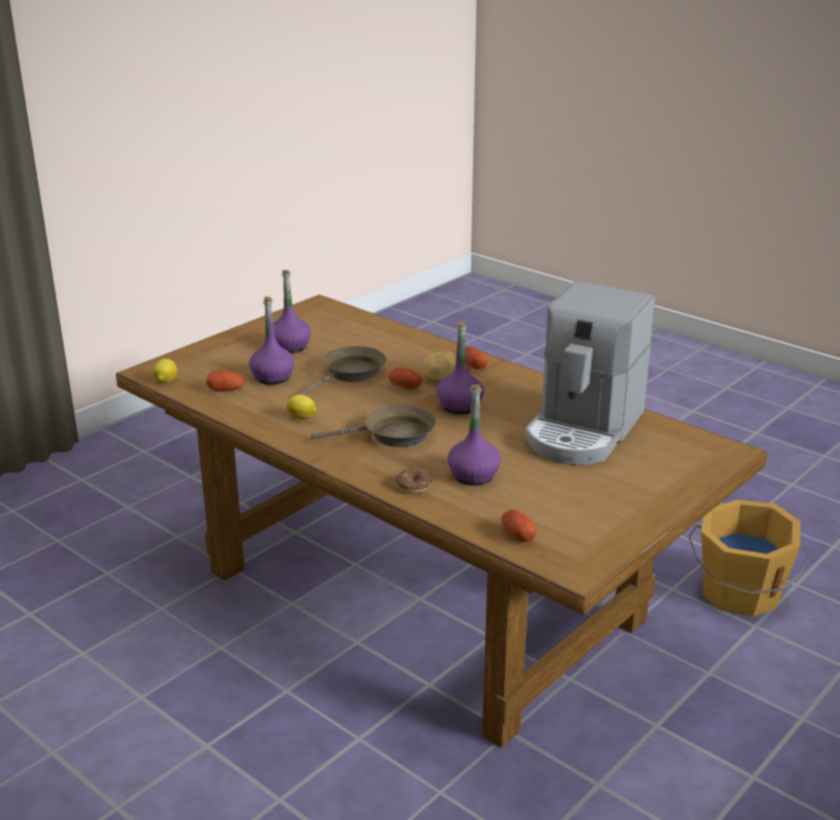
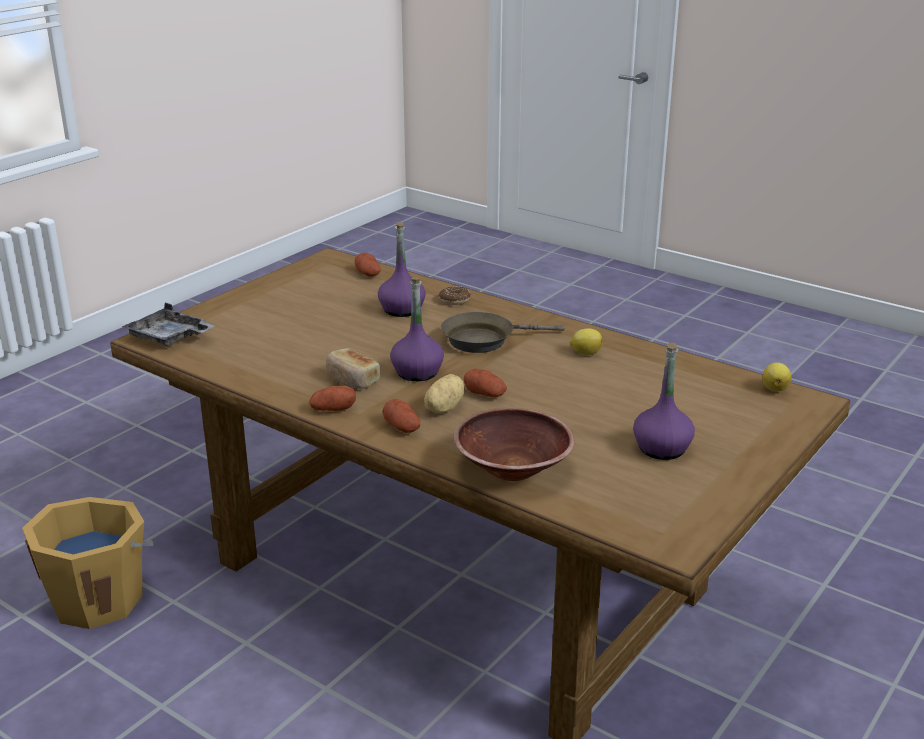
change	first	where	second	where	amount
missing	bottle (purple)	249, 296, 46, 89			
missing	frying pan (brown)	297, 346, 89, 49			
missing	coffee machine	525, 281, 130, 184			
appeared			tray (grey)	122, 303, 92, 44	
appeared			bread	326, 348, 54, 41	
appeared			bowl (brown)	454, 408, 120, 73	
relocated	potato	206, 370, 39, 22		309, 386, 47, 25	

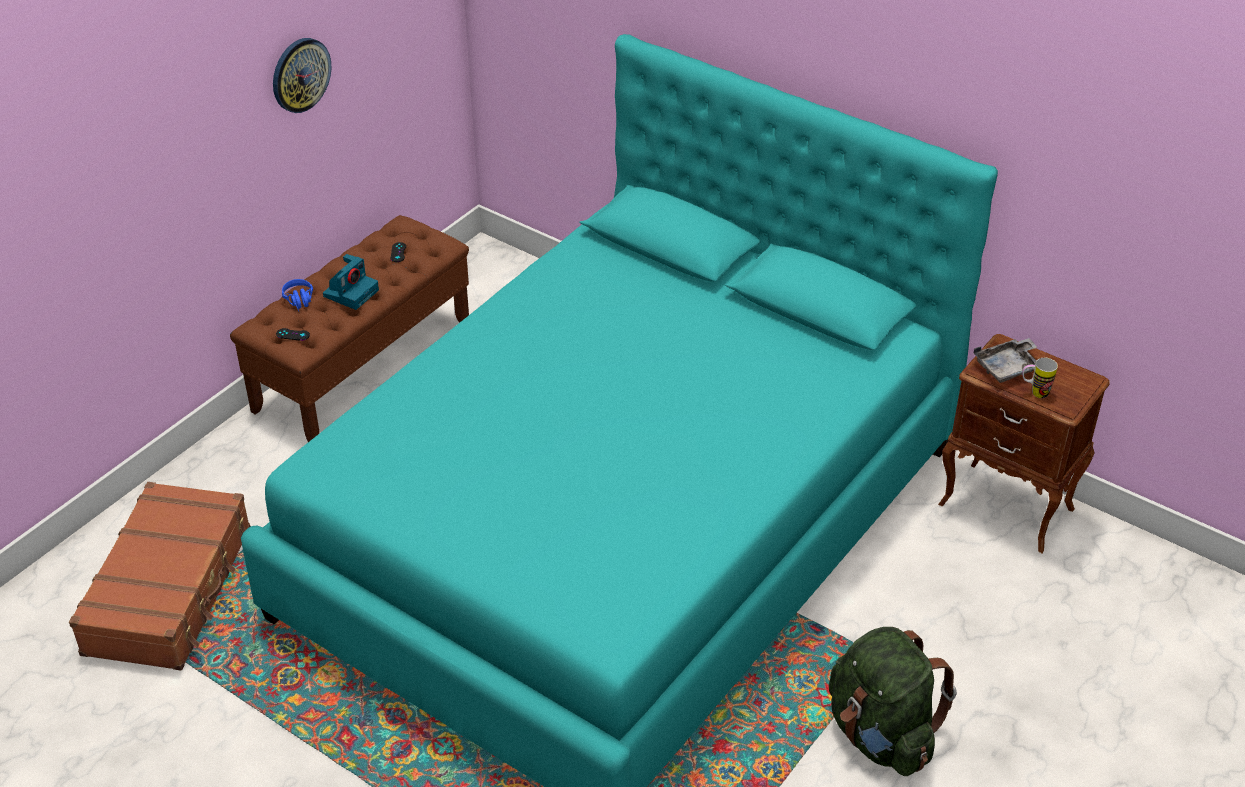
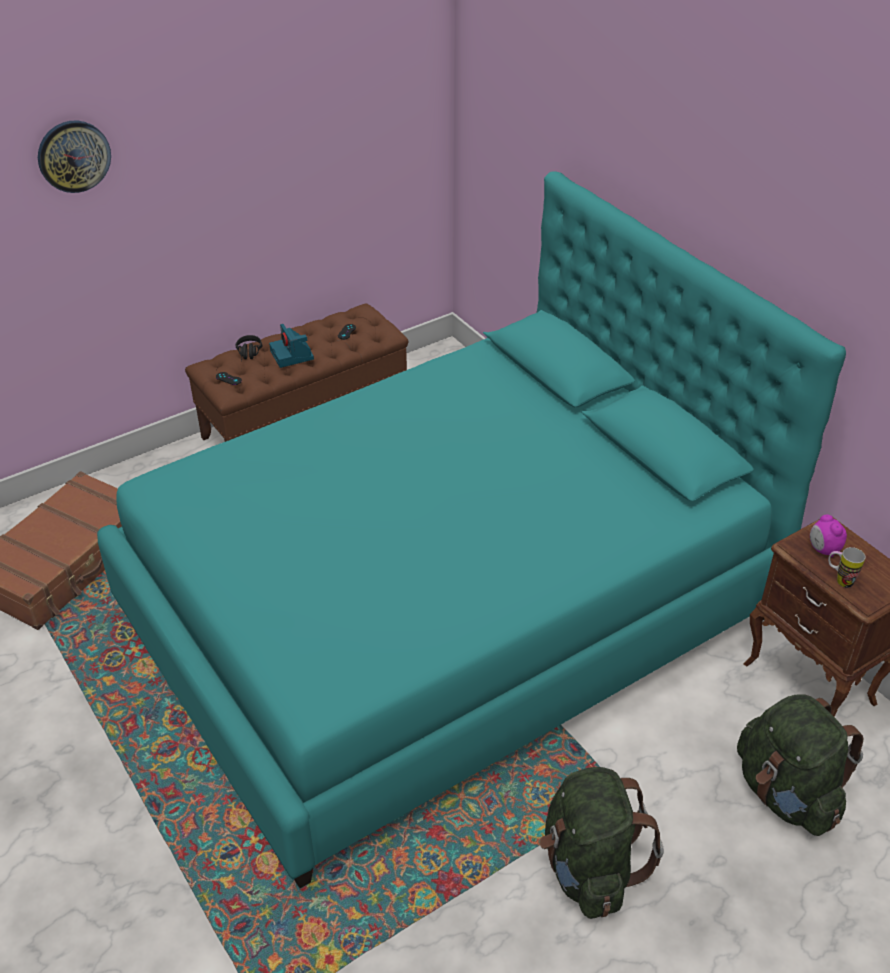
change	first	where	second	where	amount
appeared			backpack (green)	737, 694, 126, 142	
relocated	wall clock	273, 38, 58, 75		38, 121, 73, 72	
exchanged	tray (grey)	974, 338, 63, 45	alarm clock	810, 514, 37, 43	
colour	headphones (blue)	282, 279, 31, 32	headphones (black)	235, 335, 27, 26	
spun	photo camera	323, 254, 56, 56		269, 324, 45, 44	105 degrees clockwise

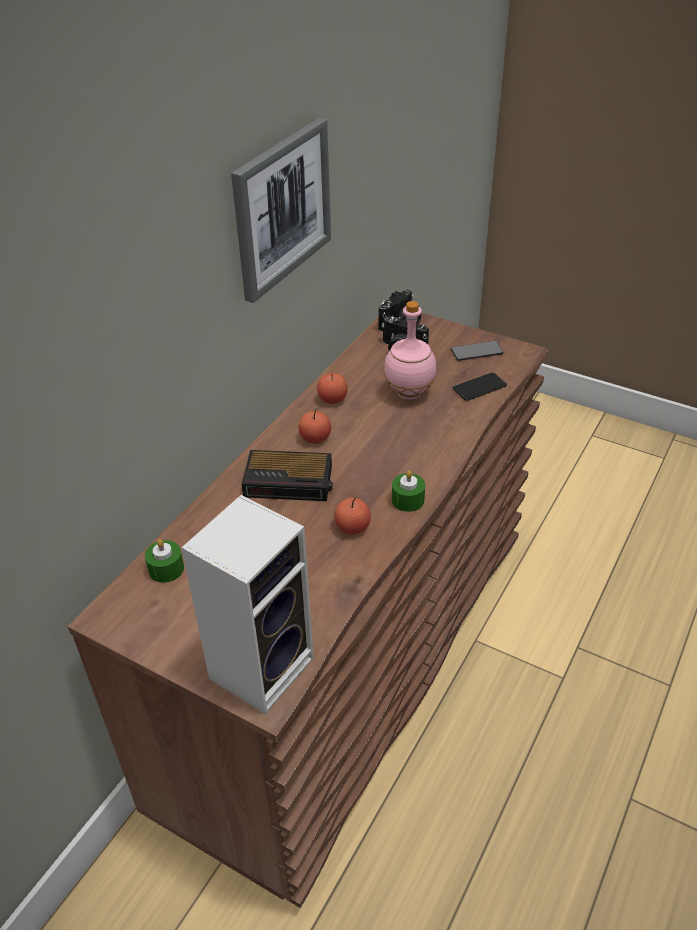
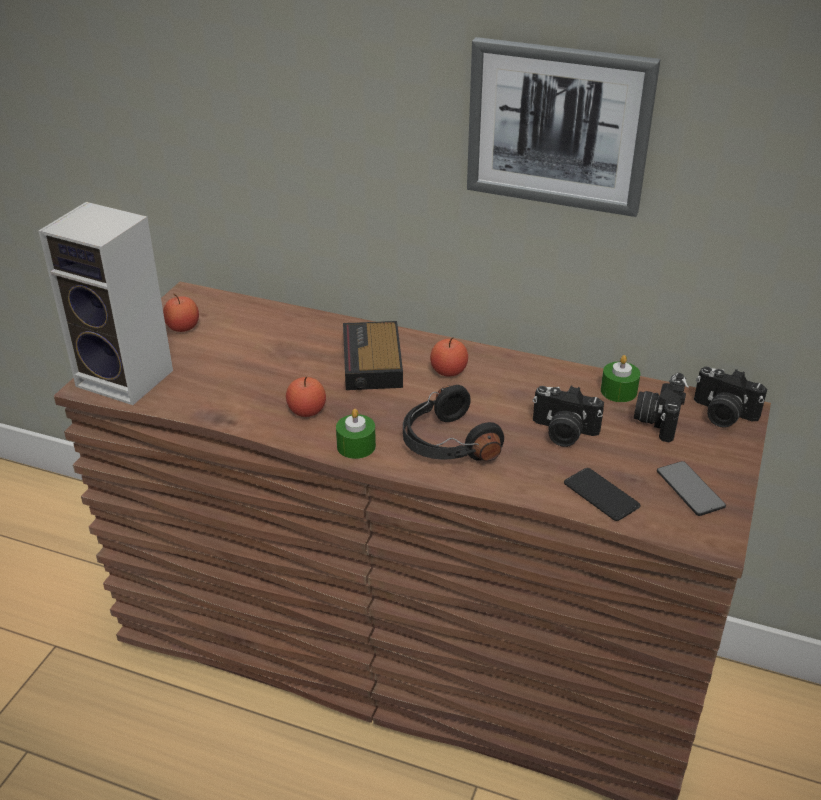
change	first	where	second	where	amount
appeared			headphones (black)	403, 385, 101, 76	
relocated	candle (green)	145, 539, 39, 44		601, 355, 39, 47	
relocated	apple	317, 373, 31, 31		163, 294, 36, 38	
exchanged	bottle (pink)	384, 301, 52, 98	photo camera	533, 386, 71, 61	

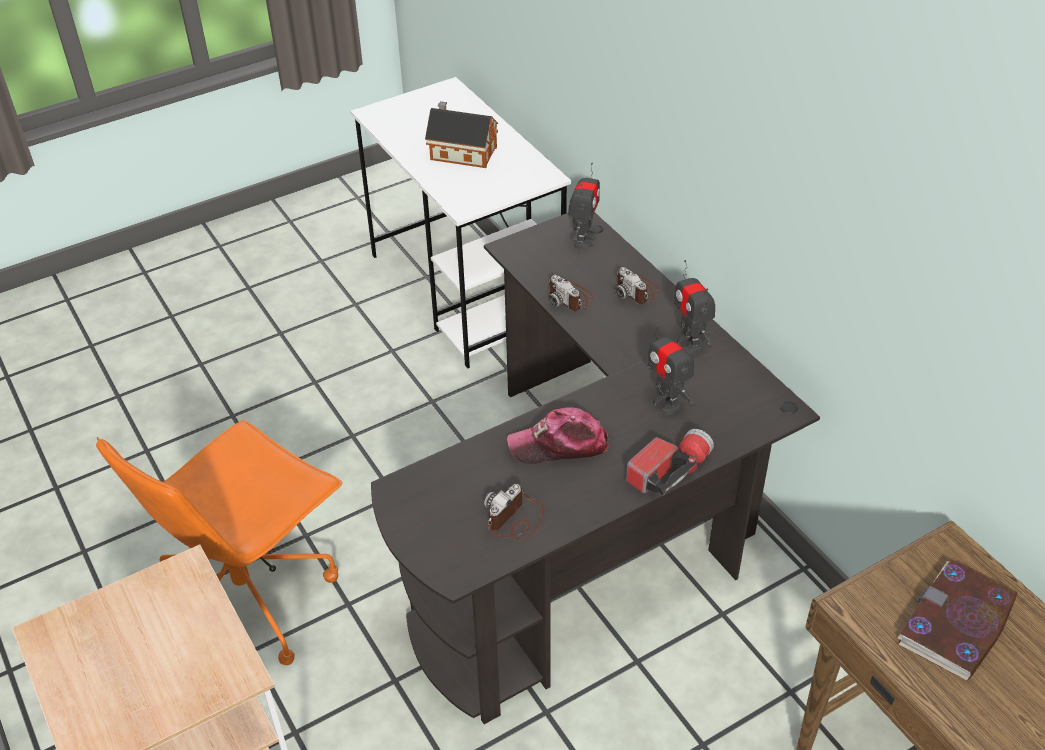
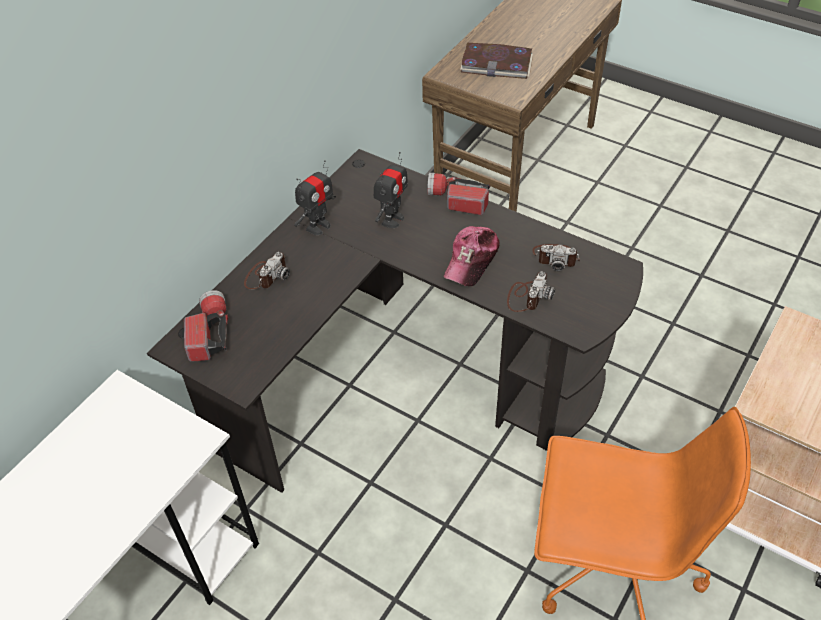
change	first	where	second	where	amount
missing	toy house	425, 101, 73, 67			
relocated	photo camera	549, 275, 44, 36		507, 271, 48, 41	
exchanged	toy robot	568, 163, 32, 86	flashlight	184, 290, 44, 72	
spun	cap	507, 407, 102, 57		444, 226, 55, 60	60 degrees clockwise

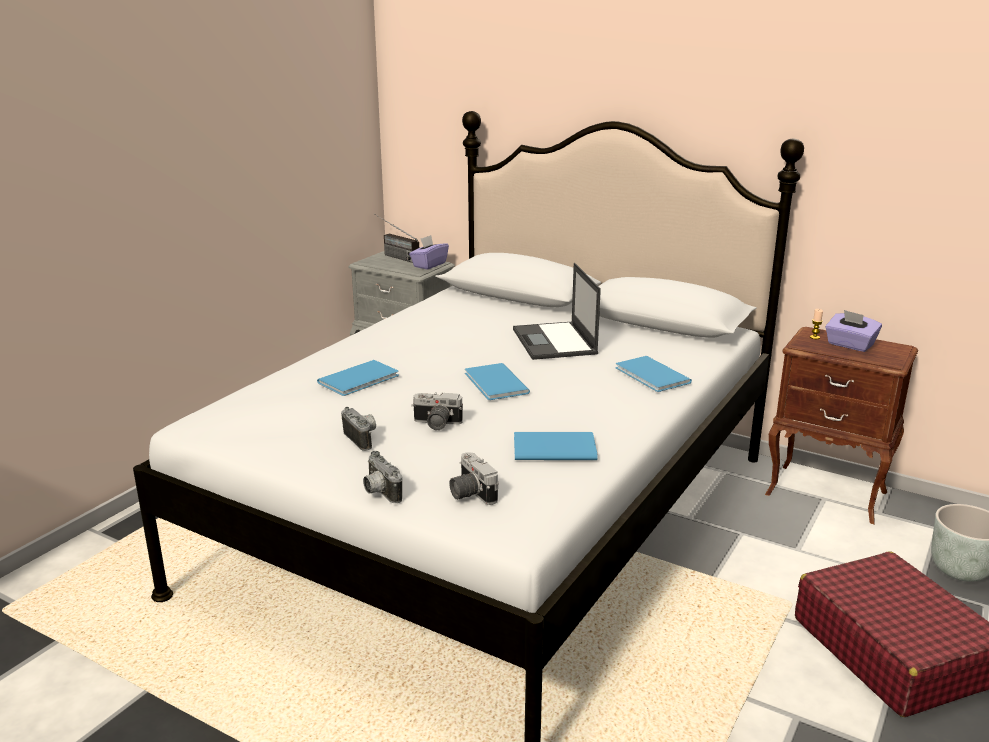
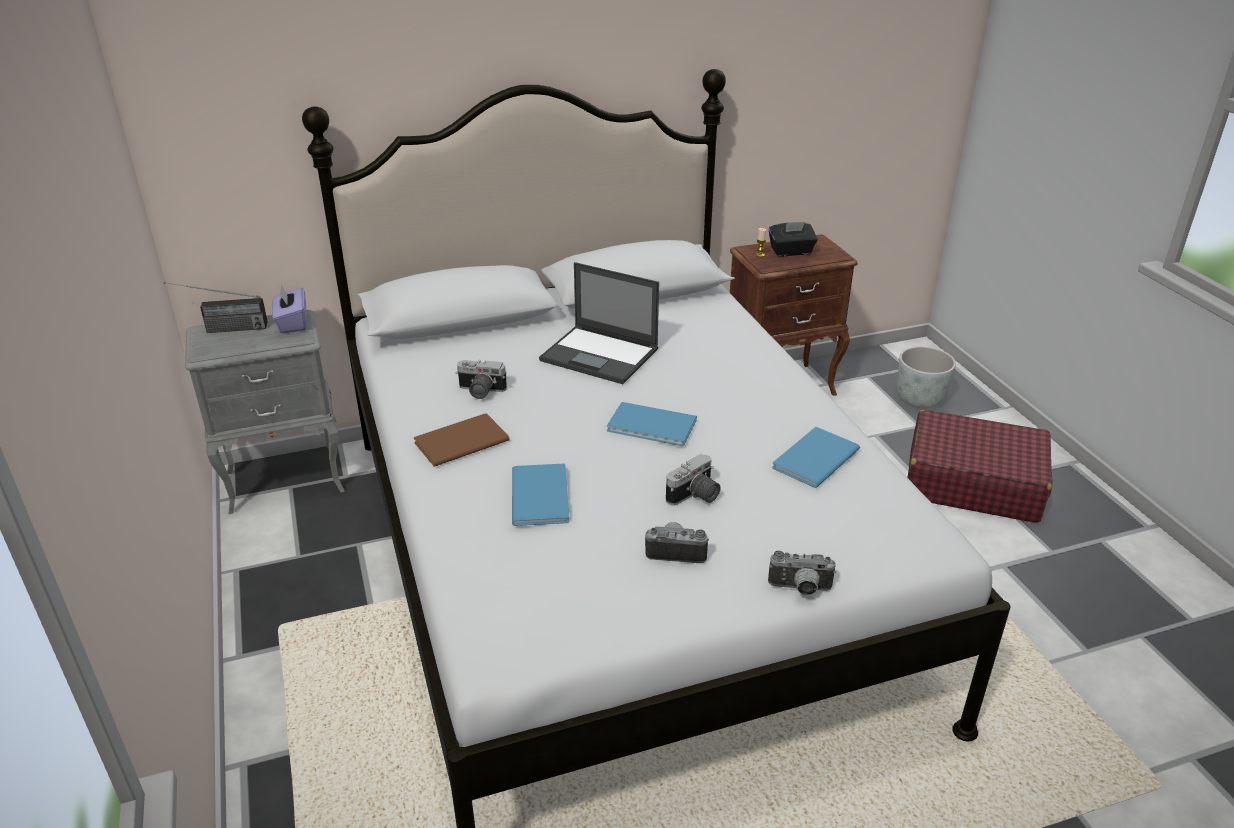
change	first	where	second	where	amount
missing	book (blue)	616, 356, 76, 36			
appeared			book (brown)	414, 413, 96, 54	
relocated	photo camera	449, 452, 50, 53		456, 360, 51, 39	
colour	tissue box (purple)	825, 310, 57, 42	tissue box (black)	769, 222, 49, 34	

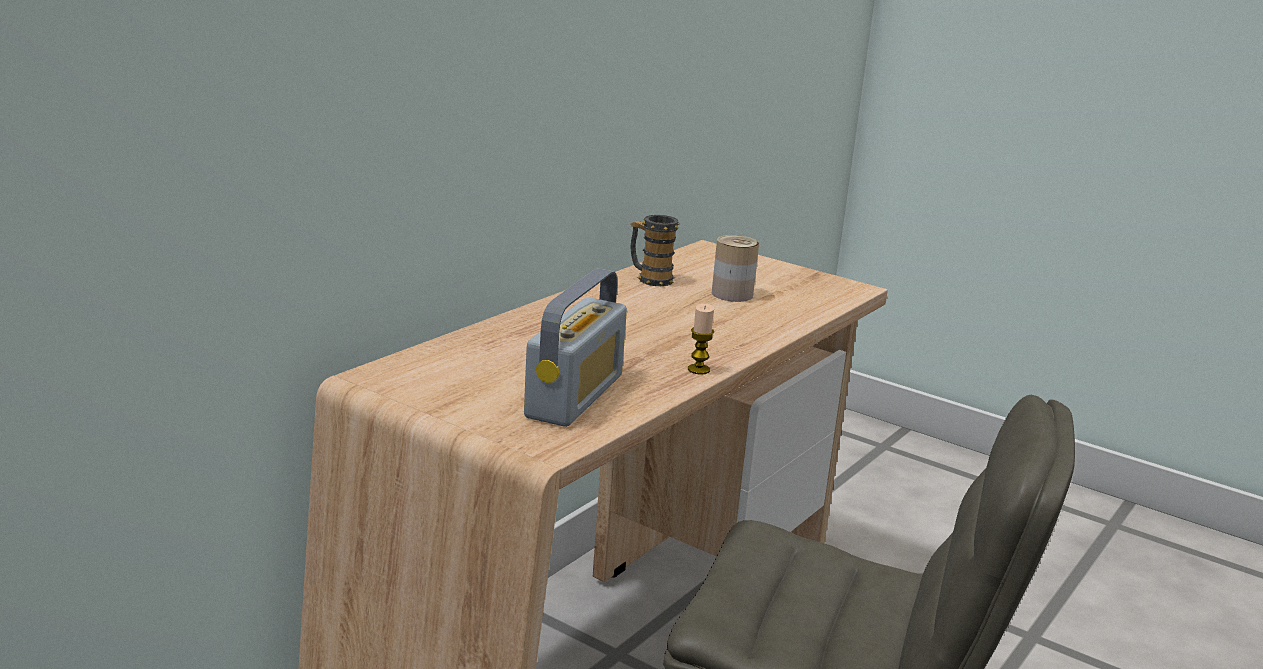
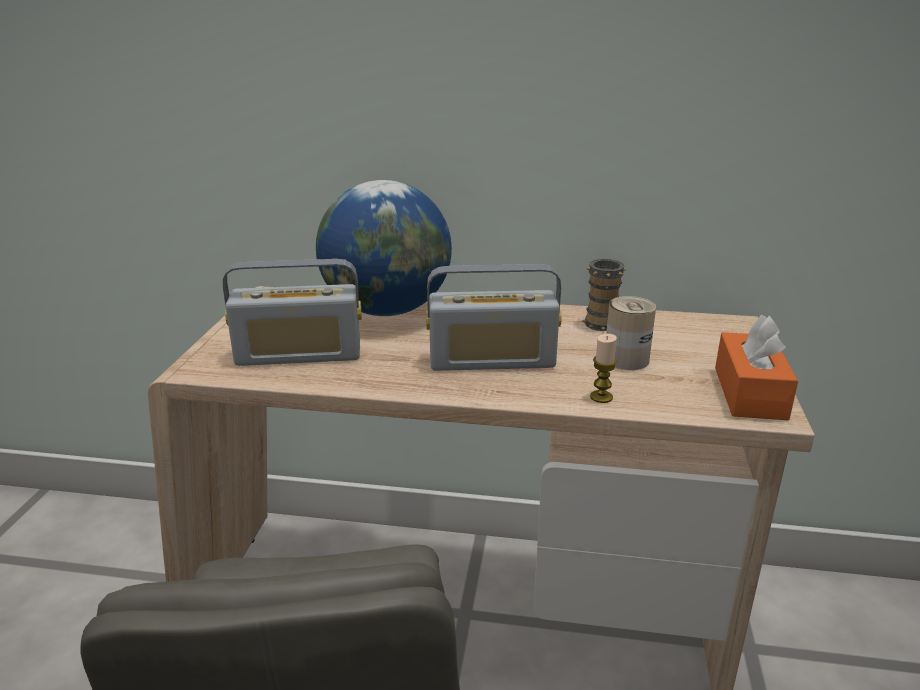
change	first	where	second	where	amount
appeared			globe	316, 180, 136, 136	
appeared			radio	426, 264, 136, 107	
appeared			tissue box (orange)	715, 315, 83, 105	
relocated	candle	688, 304, 26, 71		590, 334, 27, 69	

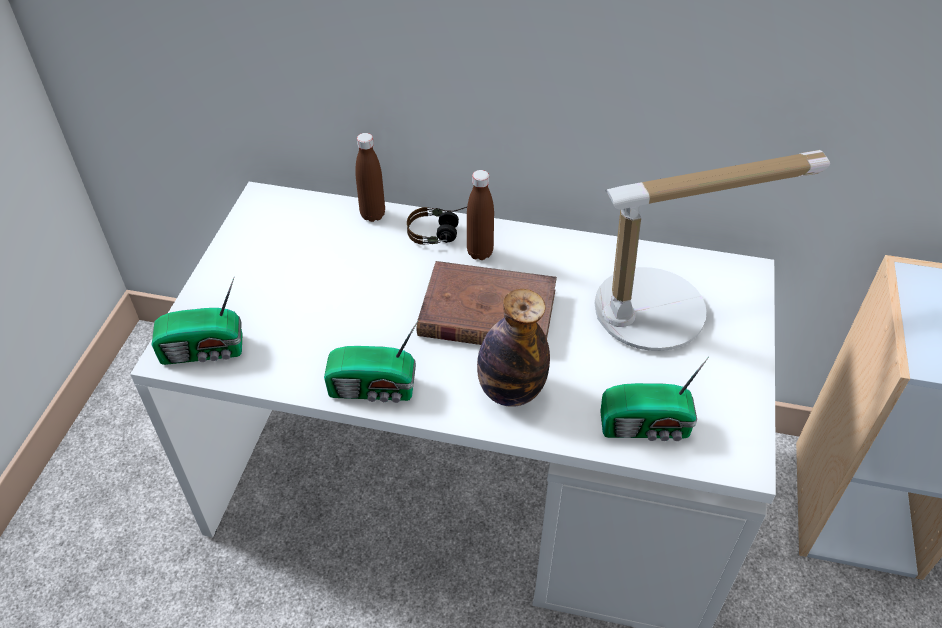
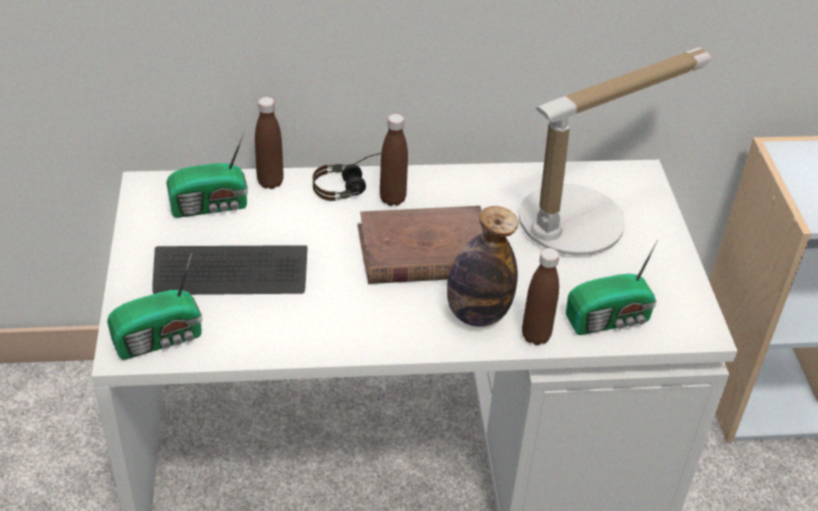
change	first	where	second	where	amount
appeared			keyboard	152, 245, 156, 50	
appeared			bottle (brown)	522, 248, 37, 97	
relocated	radio	324, 321, 94, 82		166, 131, 82, 87	

